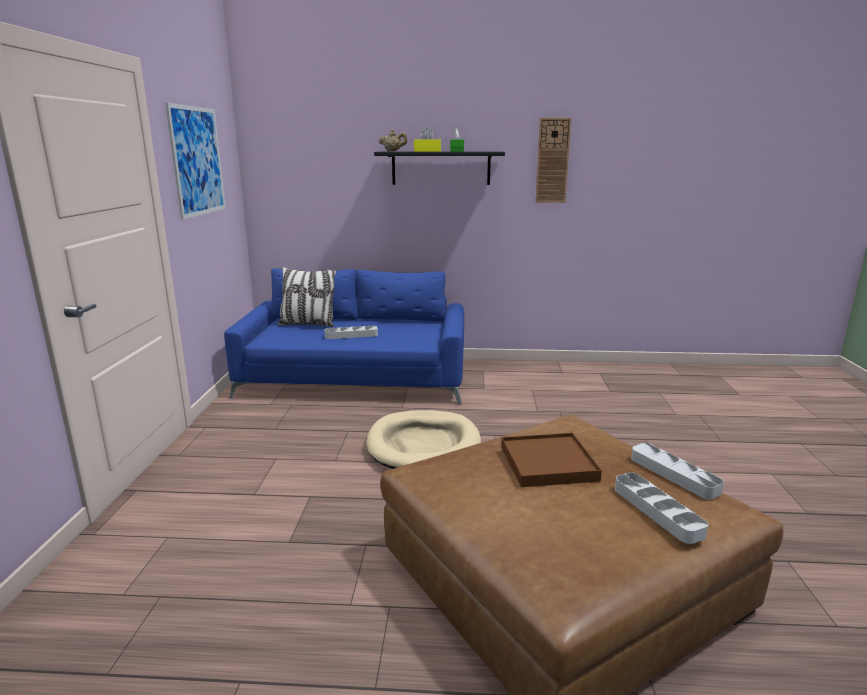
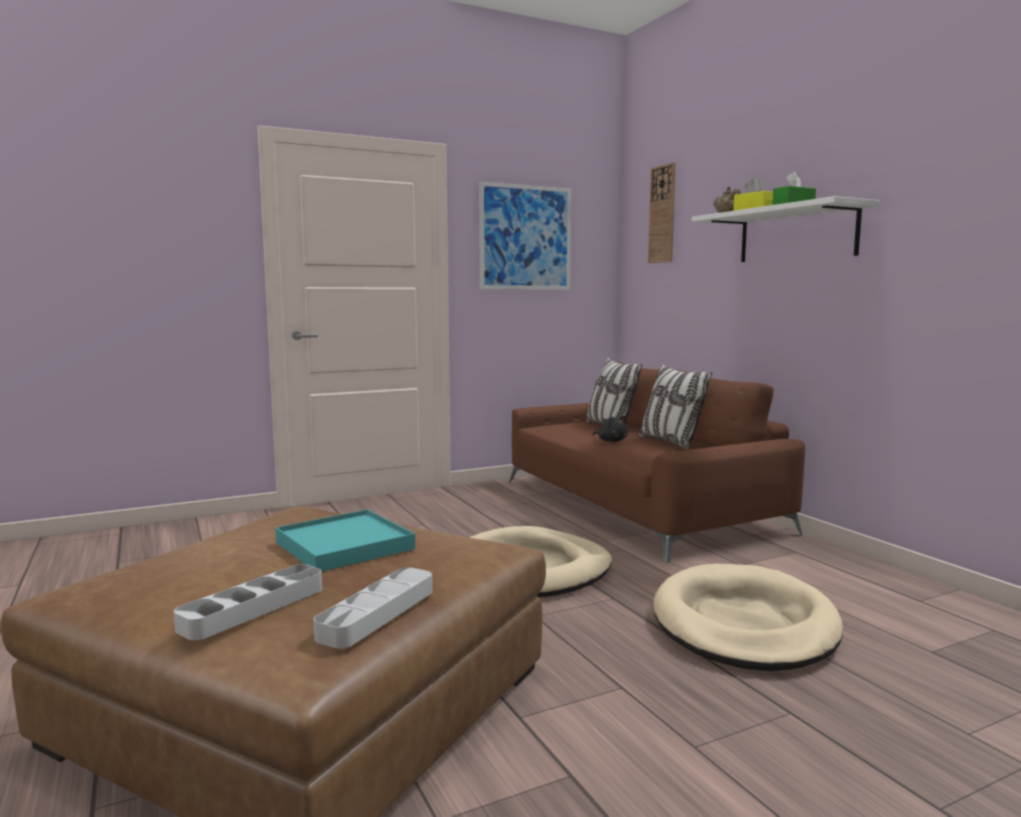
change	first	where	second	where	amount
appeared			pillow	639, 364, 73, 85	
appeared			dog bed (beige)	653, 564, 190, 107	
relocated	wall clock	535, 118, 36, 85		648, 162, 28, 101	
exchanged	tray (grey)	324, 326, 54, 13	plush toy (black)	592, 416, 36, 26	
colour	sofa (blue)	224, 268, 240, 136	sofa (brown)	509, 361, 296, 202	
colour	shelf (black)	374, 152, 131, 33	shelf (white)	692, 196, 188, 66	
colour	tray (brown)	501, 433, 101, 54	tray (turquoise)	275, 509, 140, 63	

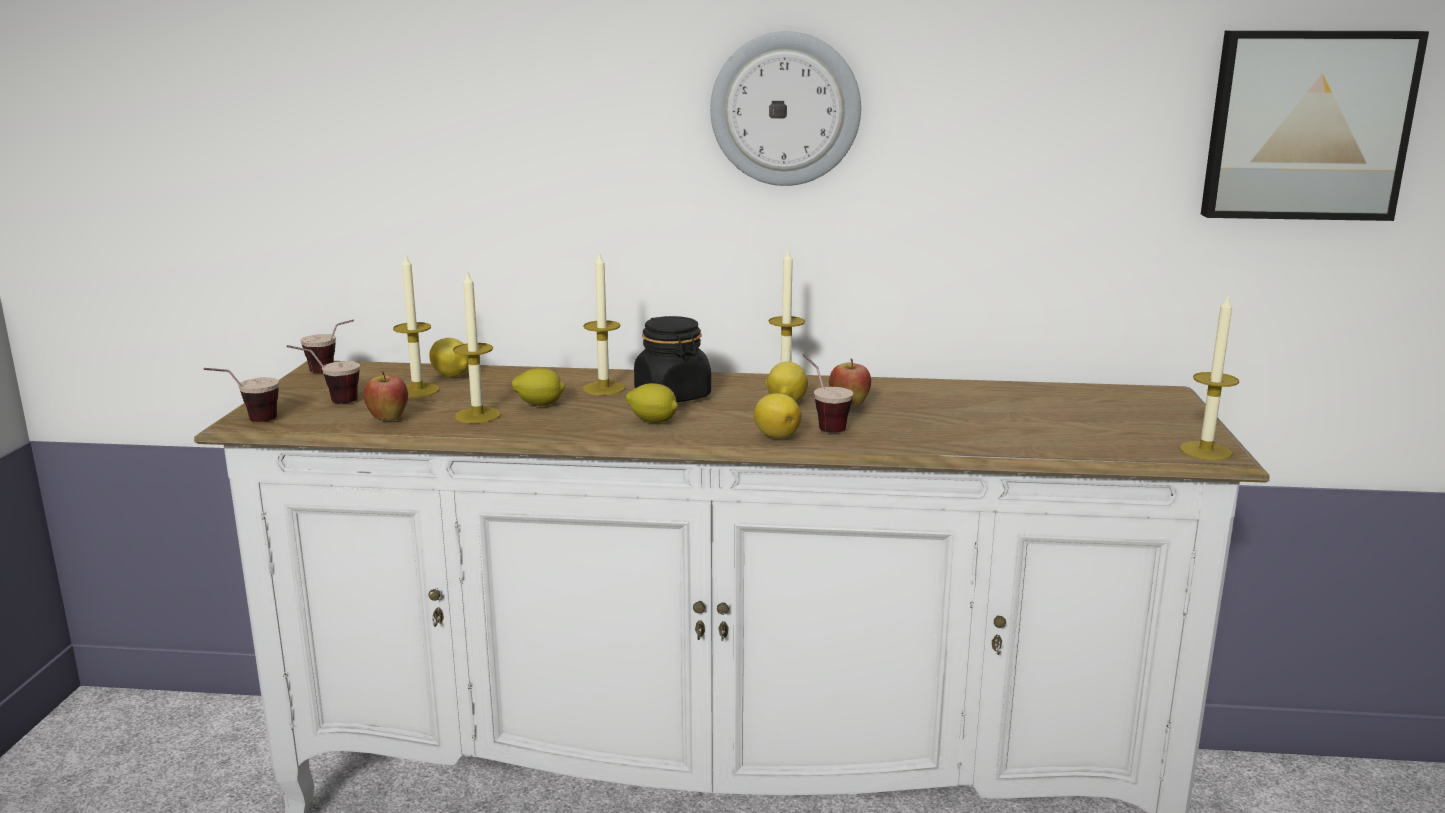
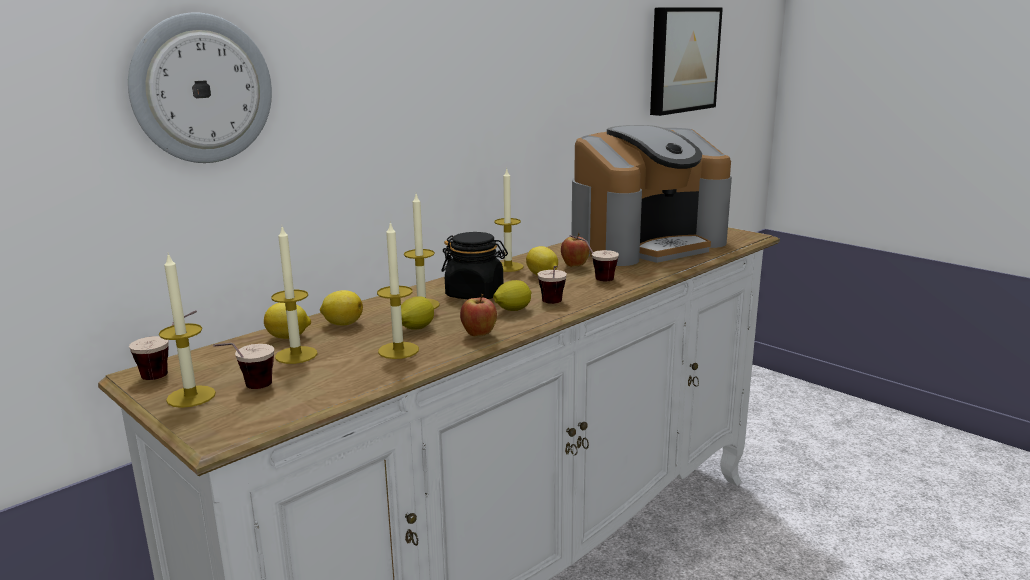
change	first	where	second	where	amount
appeared			coffee machine	571, 125, 161, 141	
relocated	cup	203, 368, 76, 54		538, 266, 29, 38	
relocated	apple	363, 371, 45, 49		460, 294, 37, 43	
relocated	wall clock	710, 31, 151, 155		128, 12, 144, 151	
relocated	lemon	754, 393, 47, 46		320, 290, 43, 35	
relocated	candle	1180, 296, 59, 164		159, 253, 57, 155	

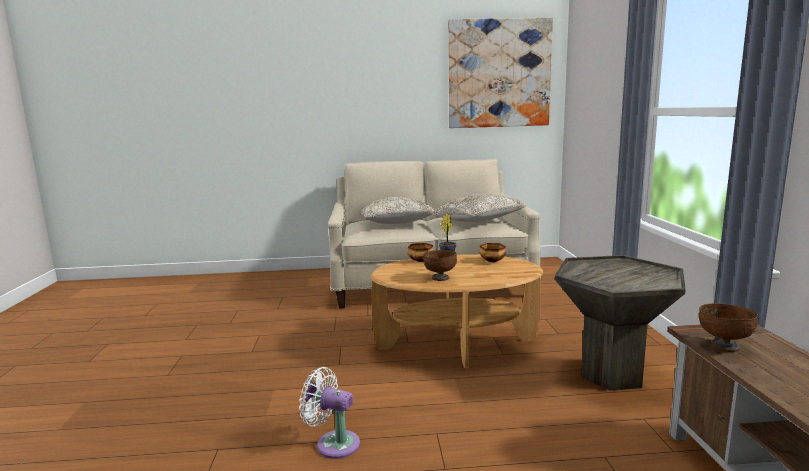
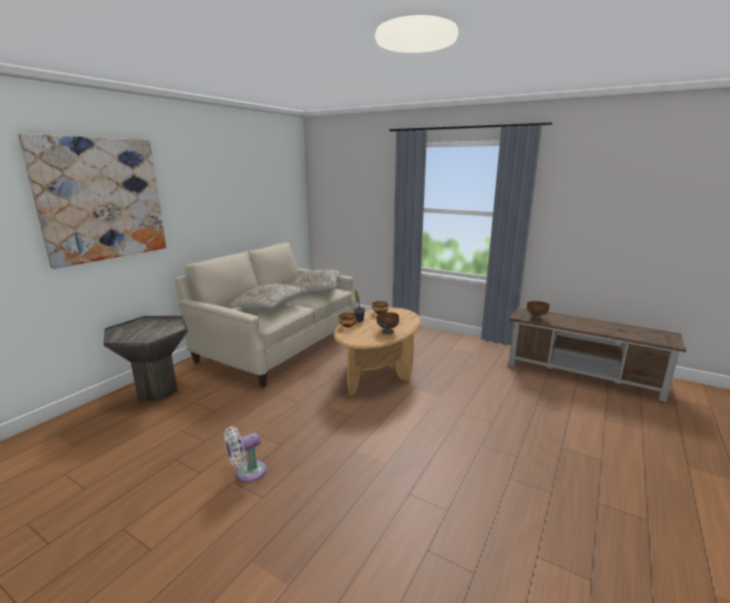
change	first	where	second	where	amount
relocated	fan (white)	299, 367, 61, 92		224, 426, 42, 56	
relocated	picture	448, 18, 105, 110		18, 134, 148, 135	
relocated	side table (grey)	555, 255, 131, 135		104, 316, 84, 85	

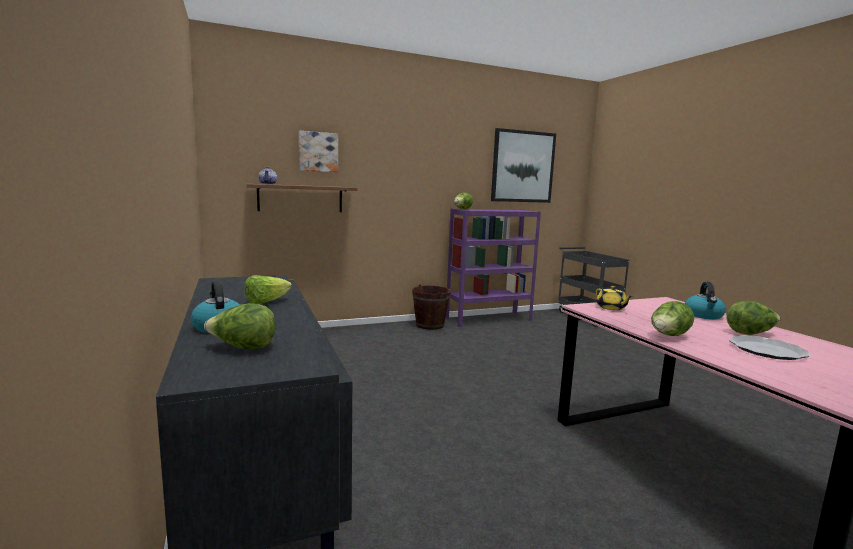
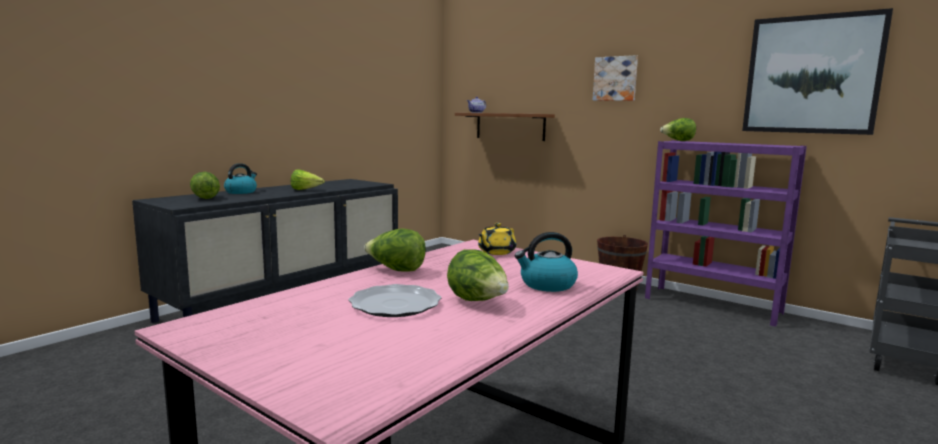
change	first	where	second	where	amount
relocated	picture	299, 131, 39, 41		593, 55, 45, 46	

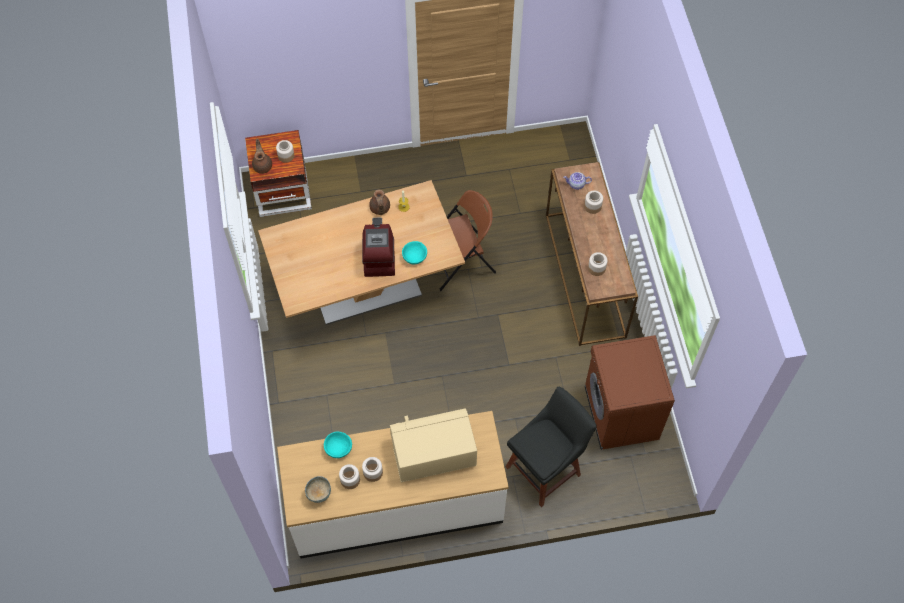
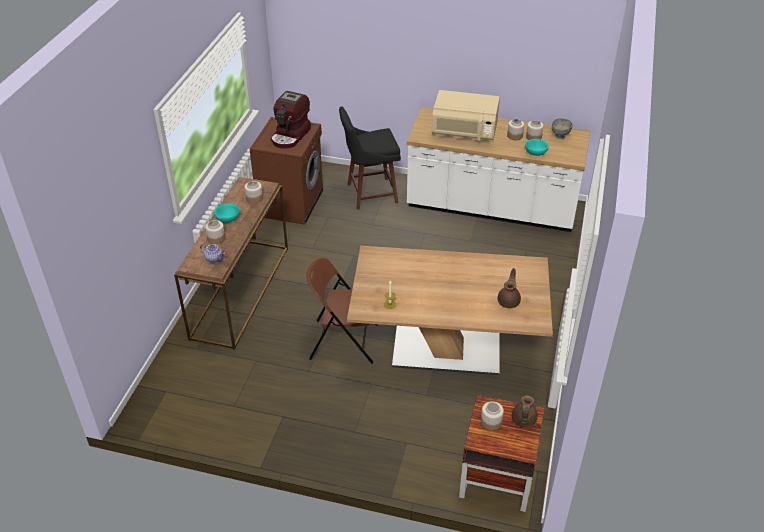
change	first	where	second	where	amount
relocated	coffee machine	362, 218, 33, 59		271, 91, 40, 58	
relocated	teapot (brown)	369, 190, 21, 25		498, 268, 23, 40	
relocated	bowl (turquoise)	402, 241, 25, 23		214, 203, 26, 20	

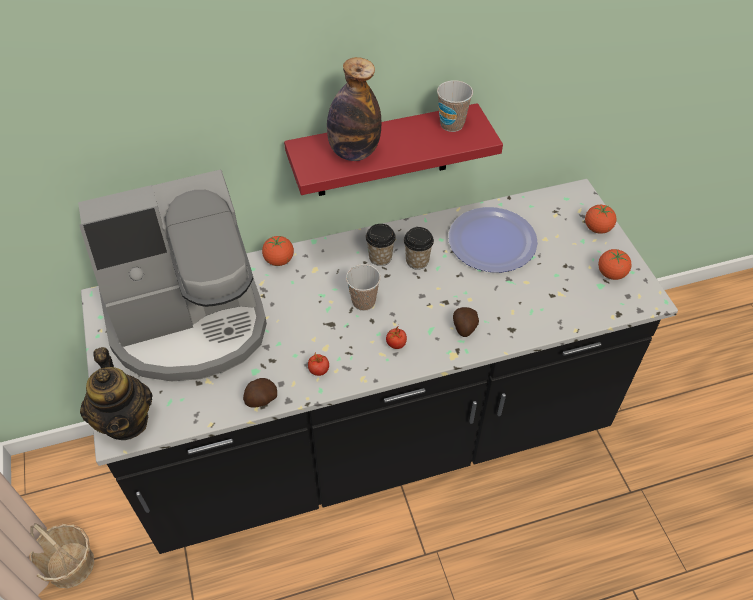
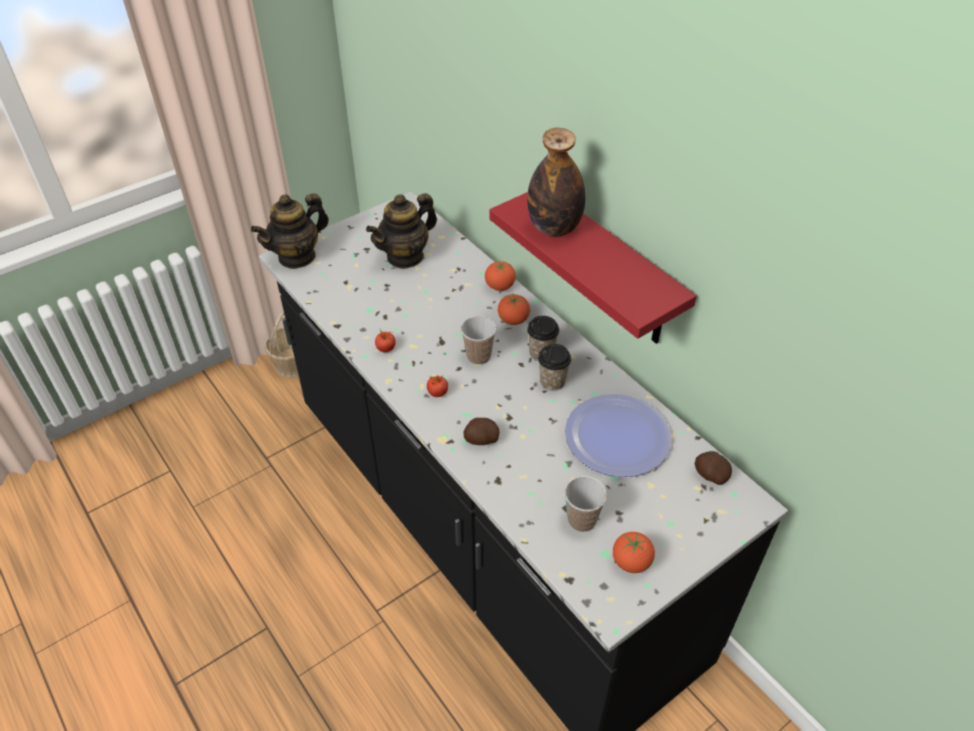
change	first	where	second	where	amount
relocated	potato	243, 378, 34, 30		694, 451, 38, 34	
relocated	cup	437, 80, 36, 52		564, 476, 43, 56	
relocated	tomato	585, 204, 32, 30		498, 294, 32, 31	
exchanged	coffee machine	78, 170, 189, 211	teapot	366, 193, 71, 76	

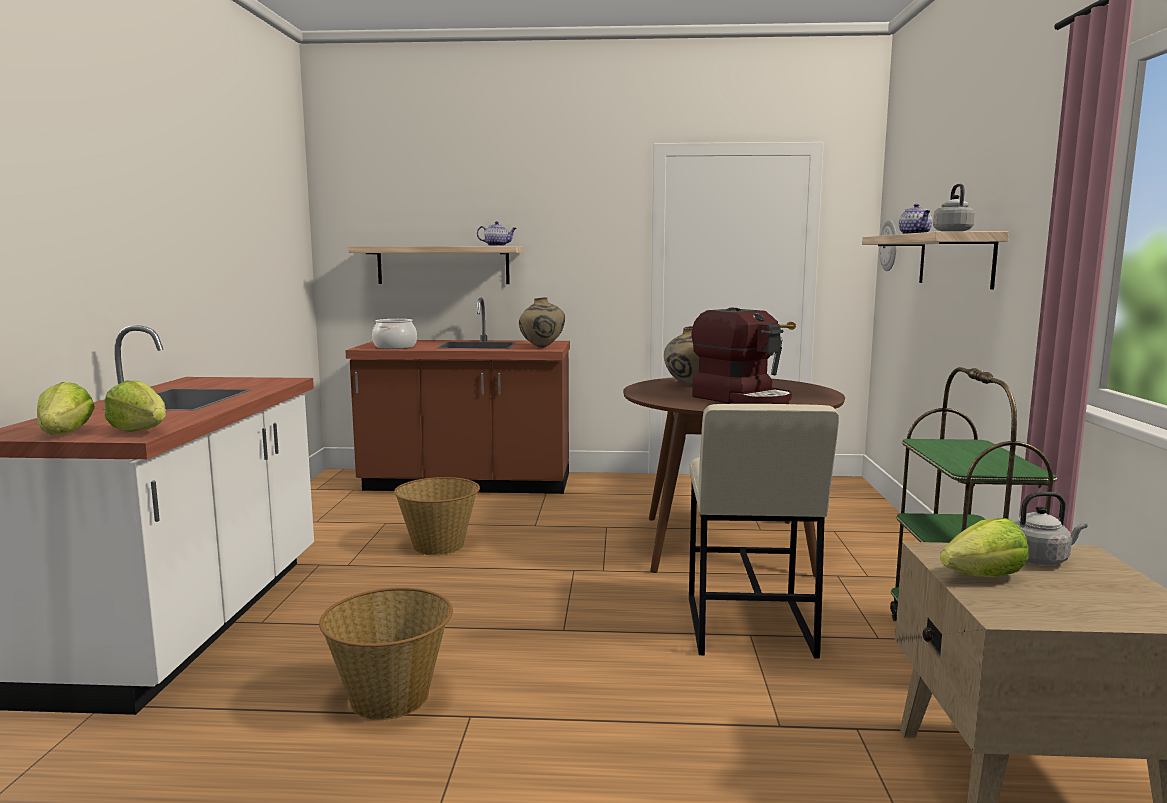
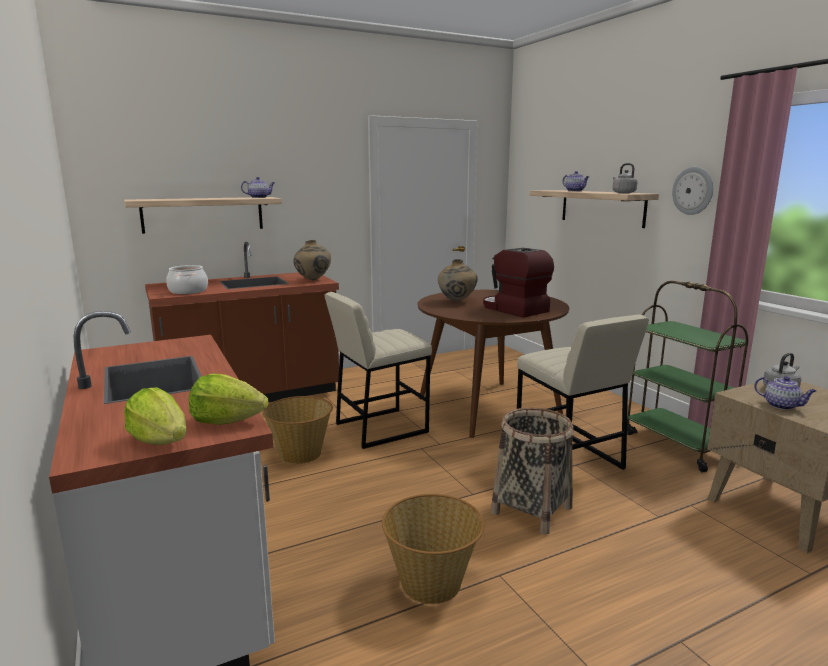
change	first	where	second	where	amount
appeared			chair (beige)	324, 292, 108, 157	
appeared			basket	491, 408, 82, 127	
relocated	wall clock	879, 220, 18, 51		672, 167, 41, 48	
exchanged	lettuce	940, 518, 89, 59	teapot	754, 376, 63, 34	
spun	coffee machine	692, 308, 100, 96		483, 248, 71, 70	150 degrees counterclockwise

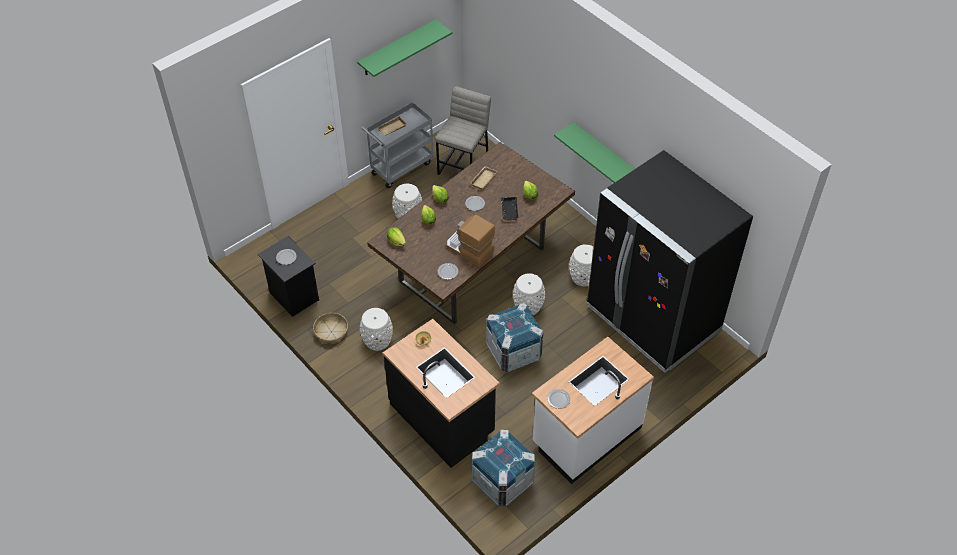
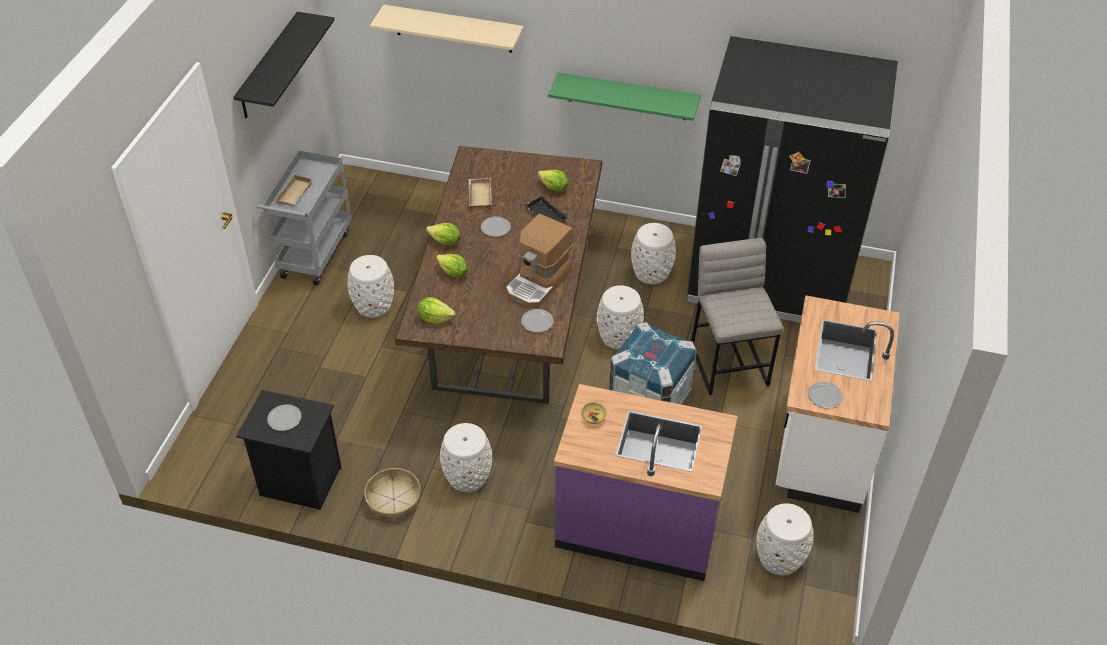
change	first	where	second	where	amount
appeared			shelf (beige)	370, 5, 154, 48	
relocated	chair (grey)	435, 86, 56, 89		691, 238, 92, 157	
exchanged	crate	472, 430, 63, 77	stool (white)	757, 503, 56, 72	
colour	shelf (green)	357, 19, 95, 58	shelf (black)	233, 12, 101, 106	
colour	counter (black)	383, 319, 117, 149	counter (purple)	554, 384, 184, 197	
spun	coffee machine	447, 215, 48, 52		506, 214, 67, 94	60 degrees counterclockwise

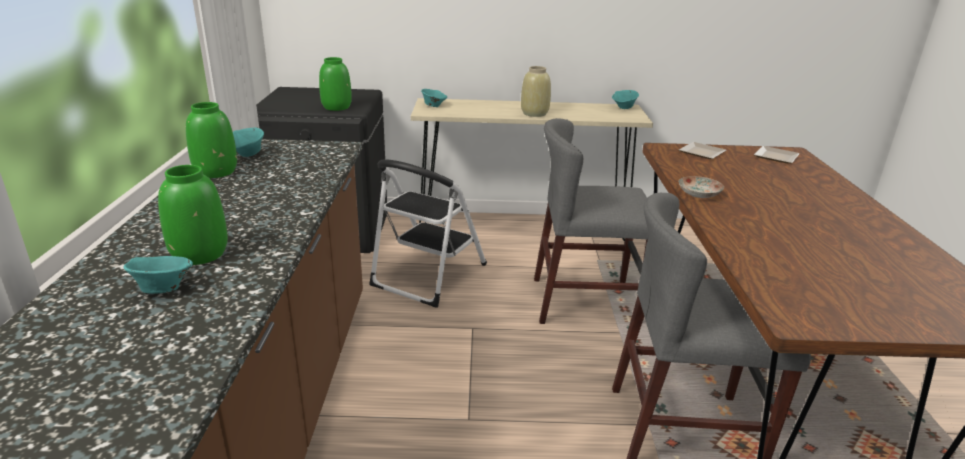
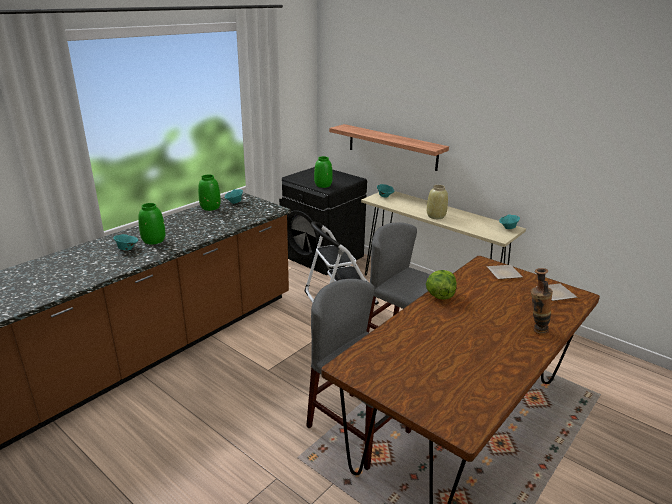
change	first	where	second	where	amount
appeared			shelf	329, 124, 120, 47	
appeared			vase	531, 268, 22, 67	
exchanged	plate	678, 176, 46, 22	lettuce	426, 270, 30, 30	

